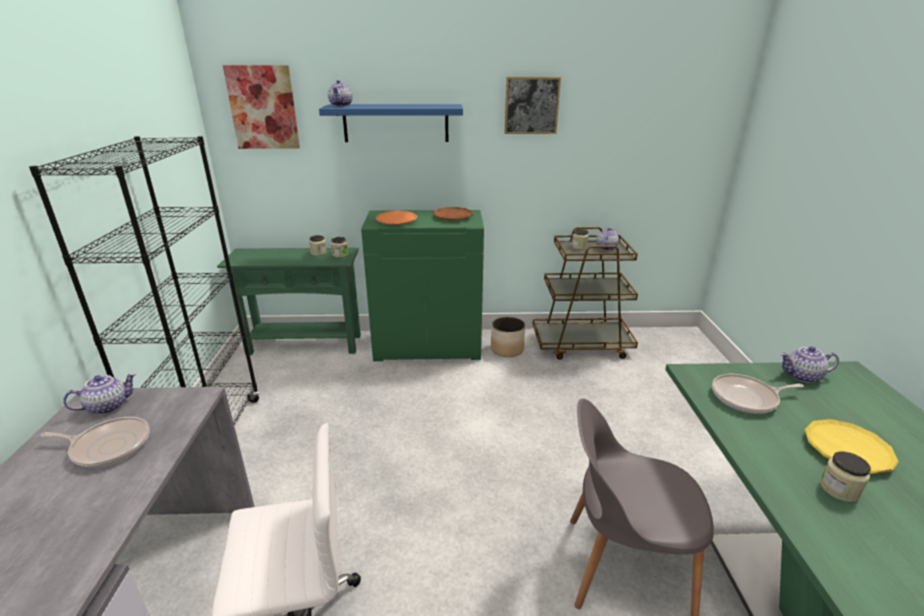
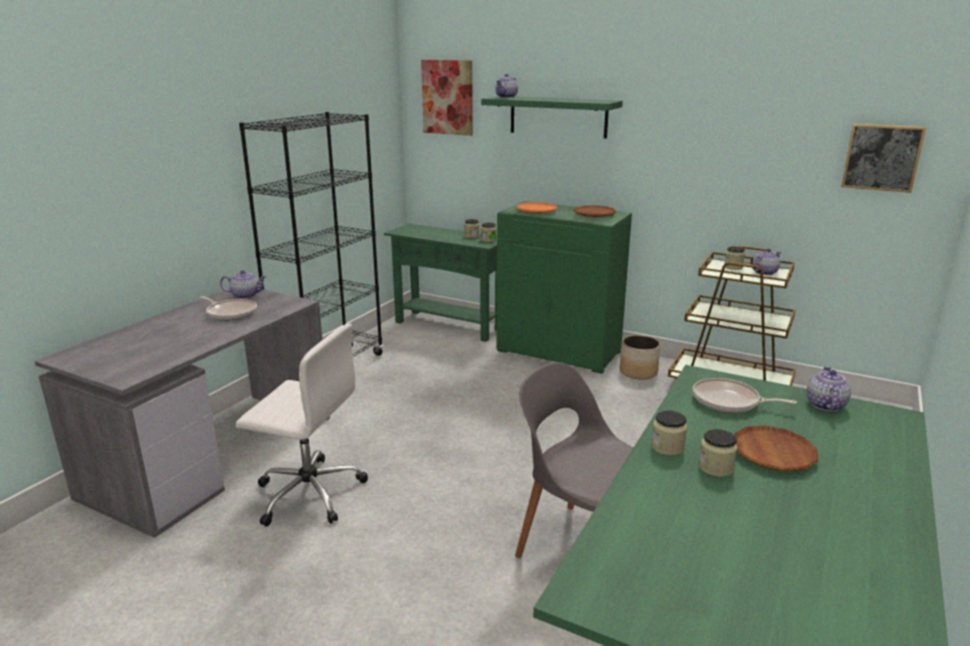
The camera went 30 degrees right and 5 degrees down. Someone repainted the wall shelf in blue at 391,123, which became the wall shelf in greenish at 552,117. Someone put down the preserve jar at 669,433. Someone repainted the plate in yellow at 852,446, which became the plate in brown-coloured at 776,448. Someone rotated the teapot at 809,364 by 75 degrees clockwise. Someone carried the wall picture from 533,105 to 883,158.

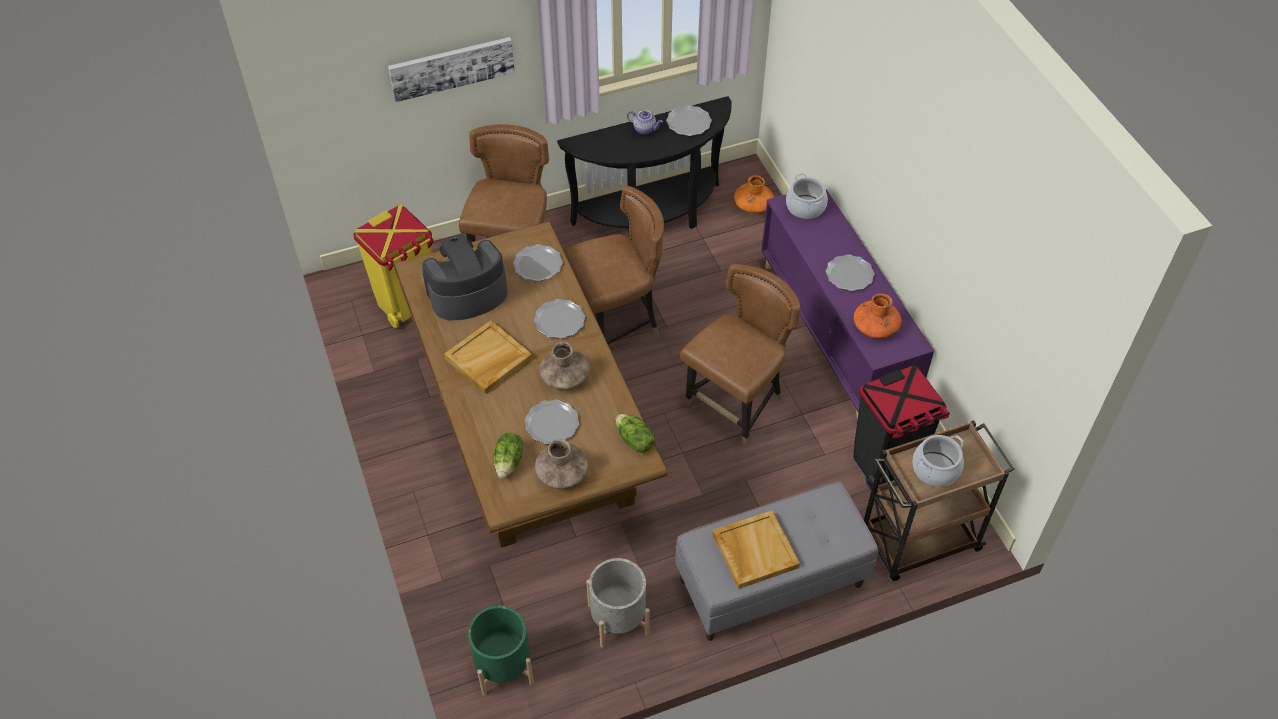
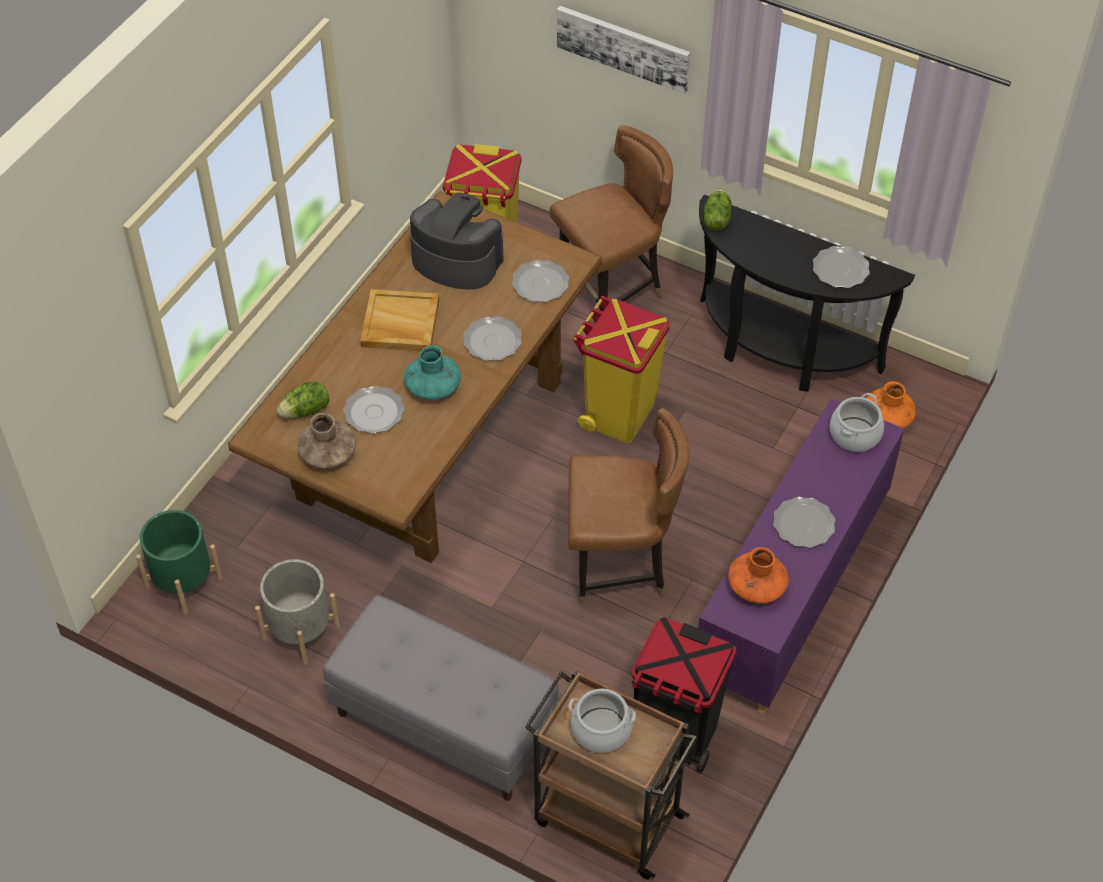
The camera went 50 degrees right and 0 degrees up. Someone repainted the vase in brown-coloured at 565,366, which became the vase in blue-green at 432,372. Someone swapped the plain chair in brown-coloured at 613,265 for the trash can in yellow at 621,369. Someone carried the lettuce from 635,433 to 718,210. Someone took away the teapot at 645,122. Someone took away the serving tray in beige-coloured at 756,549.

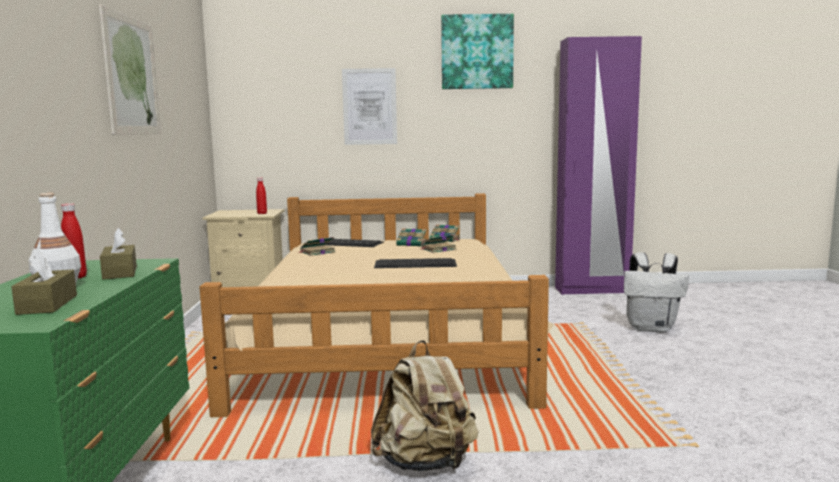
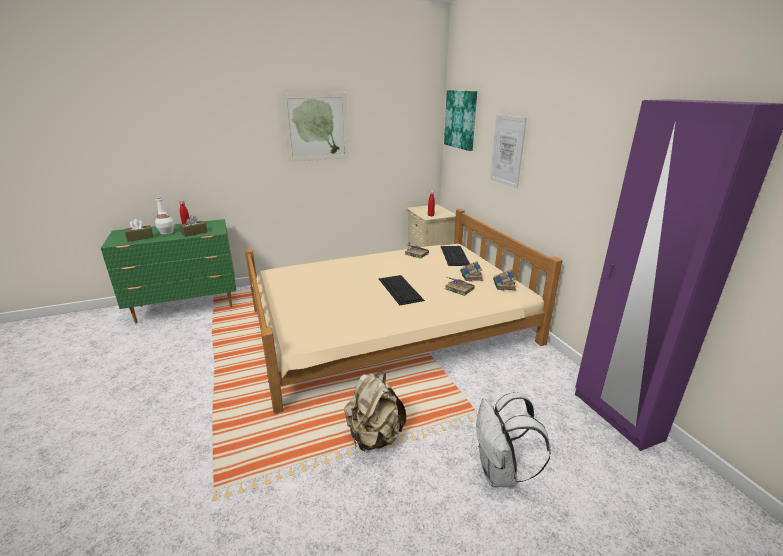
The camera went 70 degrees right and 15 degrees up. Someone carried the backpack in beige-coloured from 425,405 to 375,411. Someone carried the wall picture from 477,51 to 460,120.

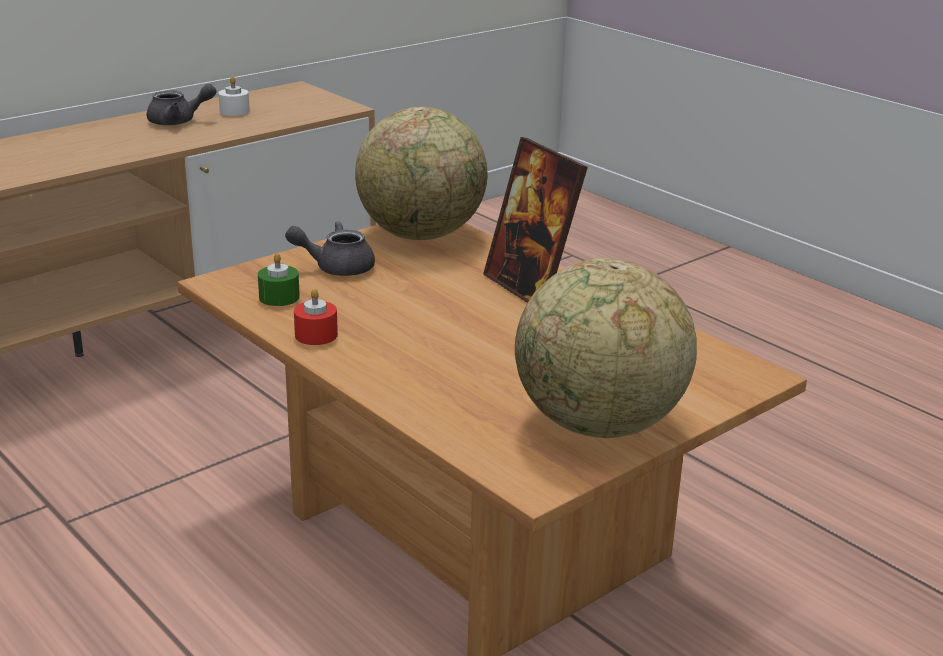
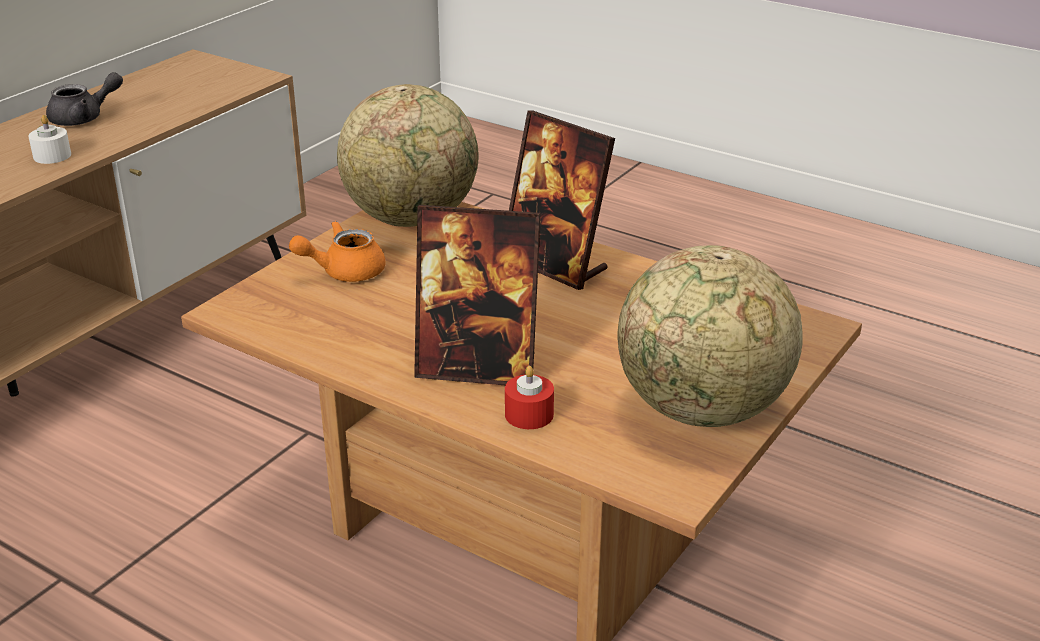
The camera went 15 degrees left and 5 degrees up. Someone carried the wax candle in whitish from 234,96 to 49,139. Someone repainted the teapot in gray at 330,248, which became the teapot in orangey at 337,251. Someone put down the standing frame at 477,295. Someone carried the wax candle in red-coloured from 316,317 to 529,397. Someone took away the wax candle in greenish at 279,279.

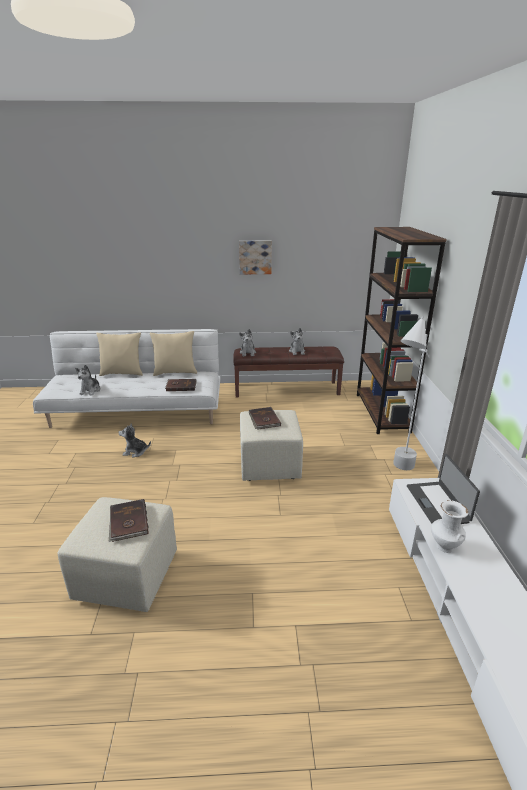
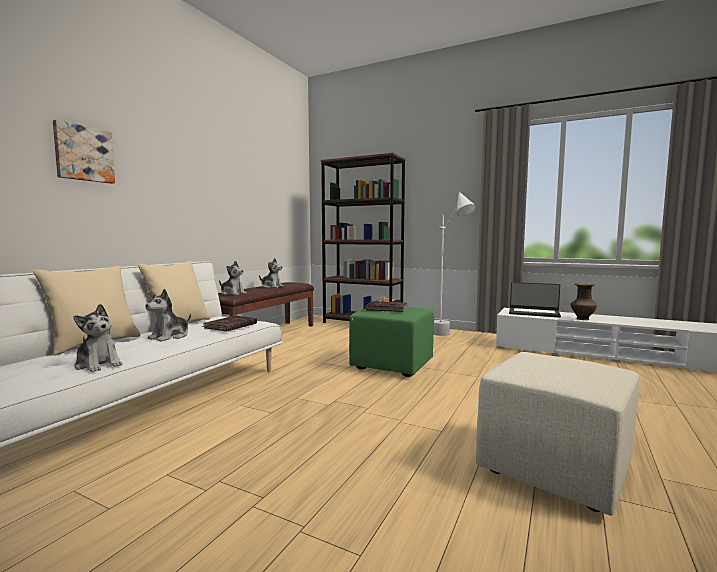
The camera went 60 degrees left and 20 degrees down. Someone carried the wall picture from 255,257 to 84,152. Someone carried the cuddly toy from 135,440 to 168,315. Someone repainted the footrest in beige-coloured at 271,445, which became the footrest in greenish at 391,342. Someone repainted the vase in whitish at 449,526, which became the vase in brown-coloured at 584,302. Someone took away the book in brown-coloured at 129,520.

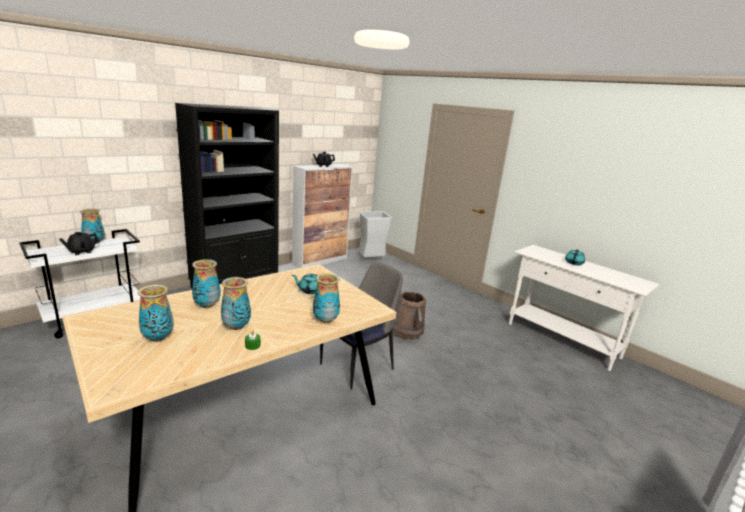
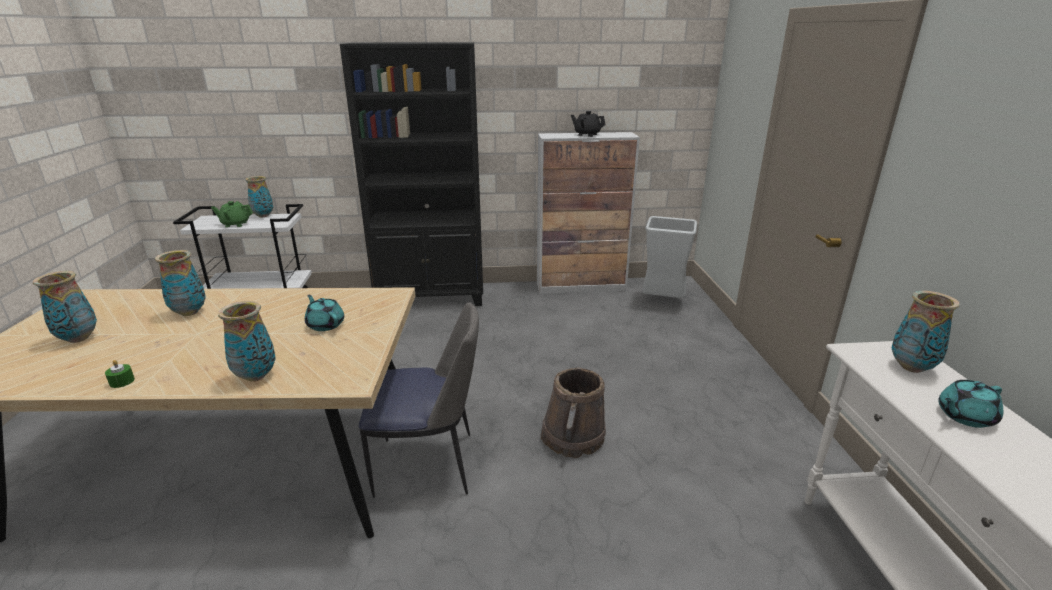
The camera went 40 degrees right and 5 degrees up. Someone repainted the teapot in black-coloured at 79,243, which became the teapot in greenish at 232,214. Someone carried the vase from 236,303 to 925,332.

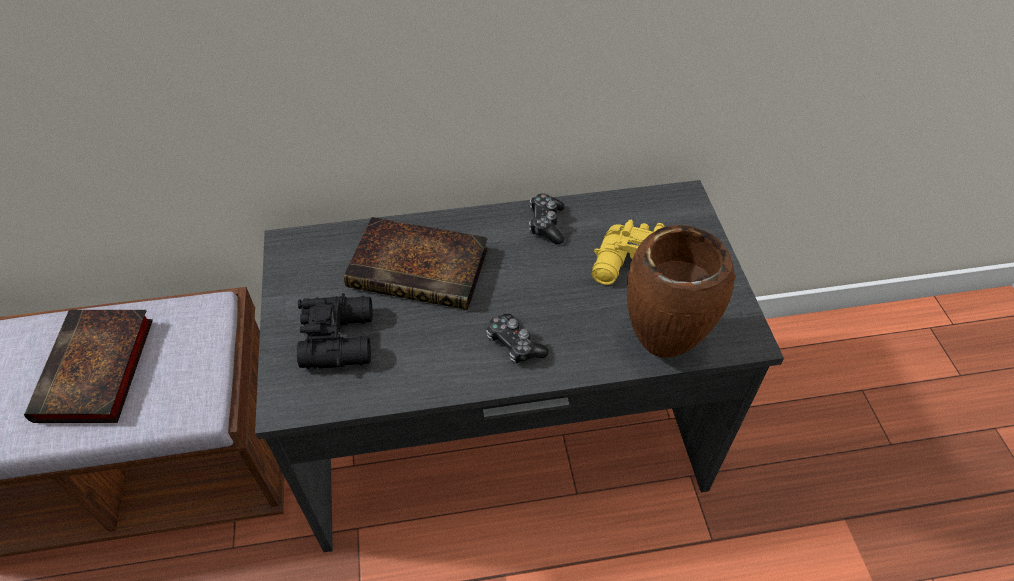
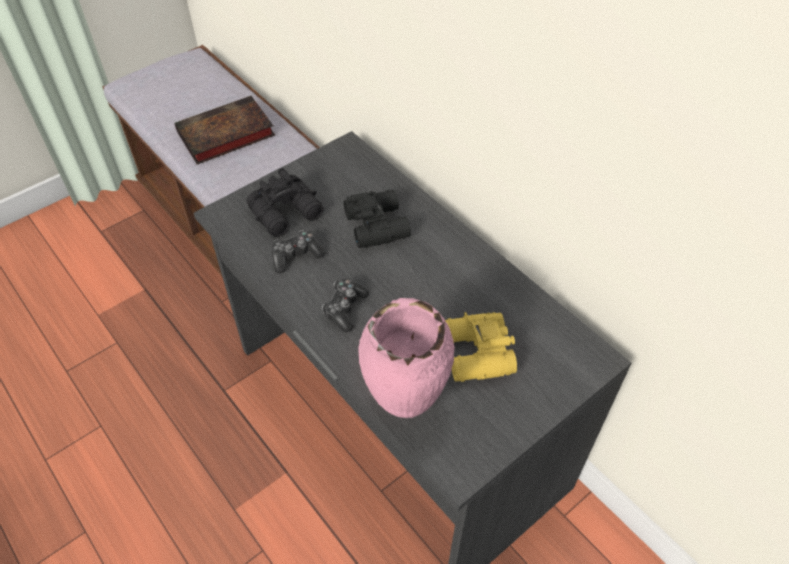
The camera went 60 degrees right and 0 degrees up. Someone carried the game controller from 546,218 to 298,251. Someone swapped the book at 416,263 for the field glasses in black-coloured at 377,219. Someone repainted the vase in brown-coloured at 681,291, which became the vase in pink at 407,358.

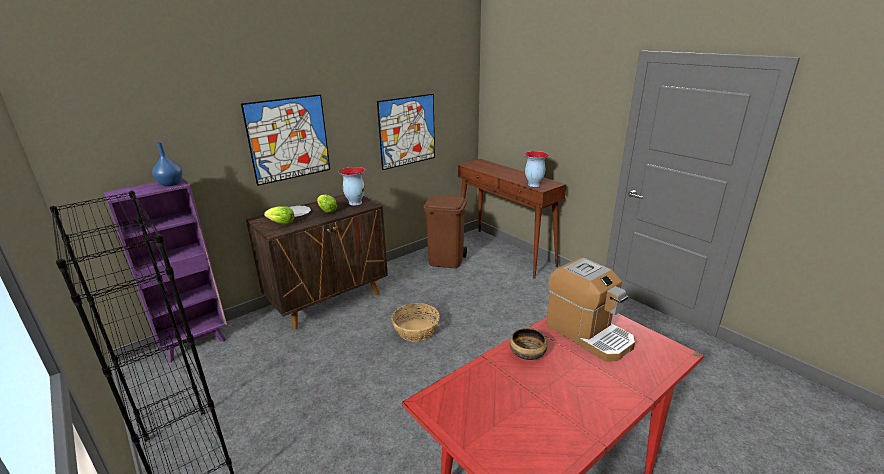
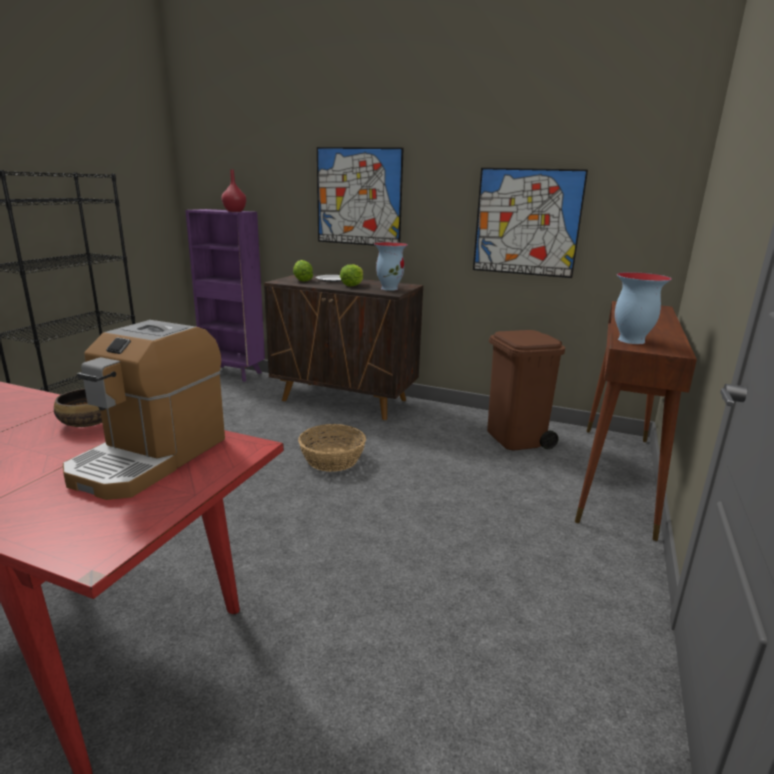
The camera went 60 degrees right and 5 degrees down. Someone repainted the vase in blue at 167,164, which became the vase in red-coloured at 233,191.

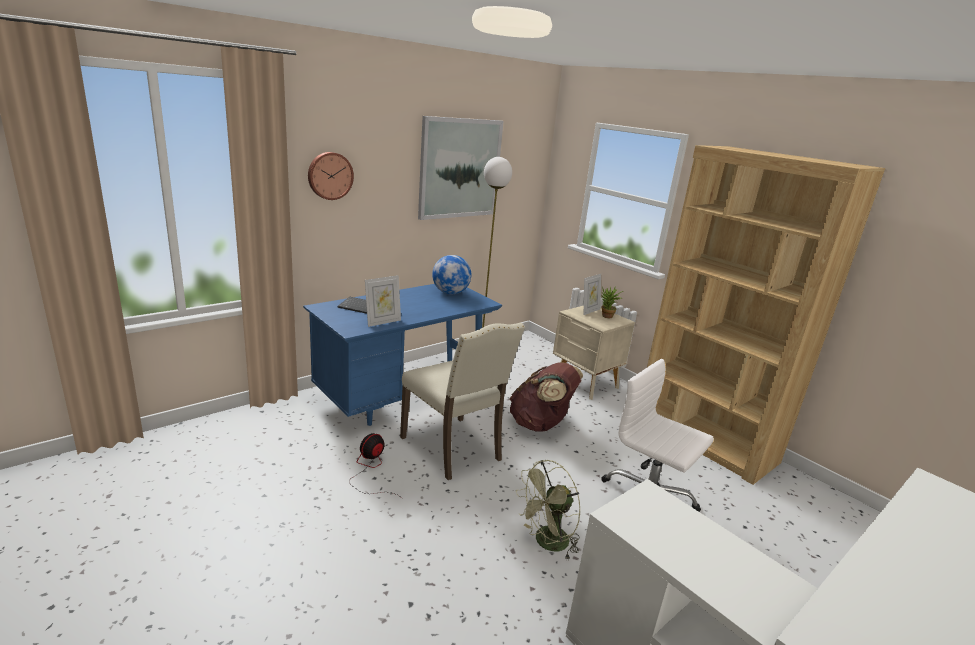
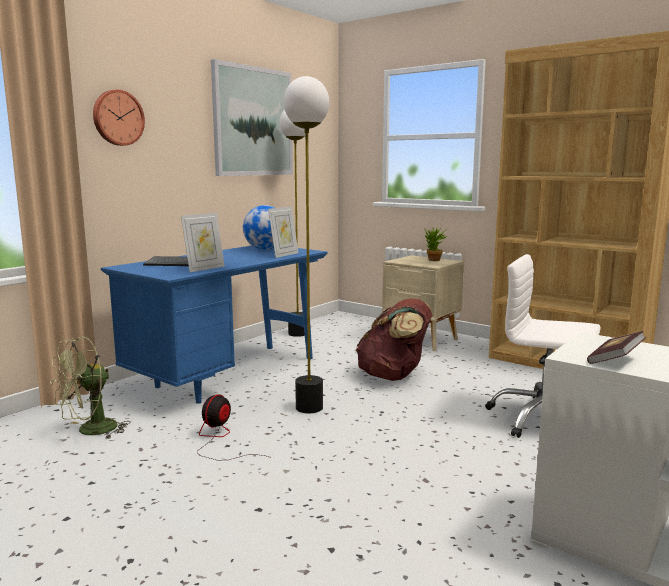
The camera went 10 degrees left and 10 degrees down. Someone carried the fan in greenish from 548,509 to 90,388. Someone carried the standing frame from 592,294 to 283,232. Someone swapped the plain chair in beige-coloured at 462,401 for the standard lamp at 306,244. Someone put down the book at 616,347.

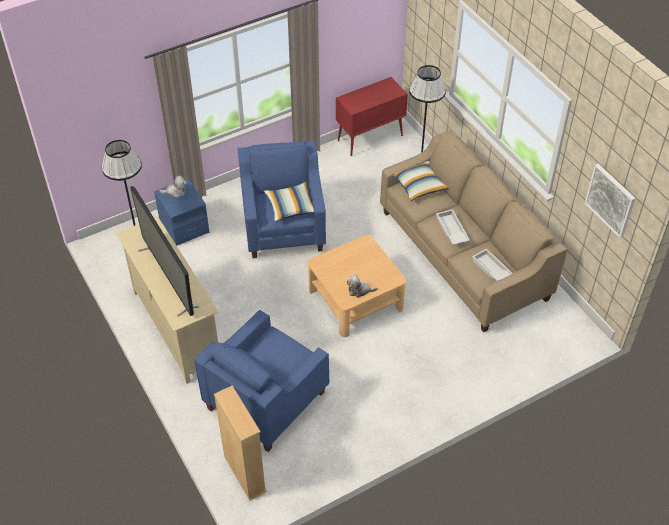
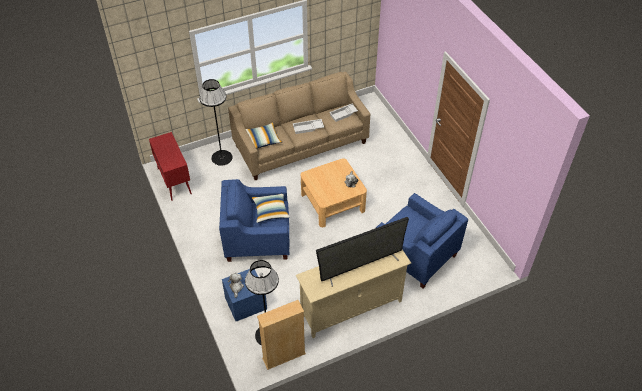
The camera went 85 degrees left and 0 degrees up. Someone carried the bookshelf in beige-coloured from 240,443 to 281,335. Someone took away the wall picture at 610,201.

